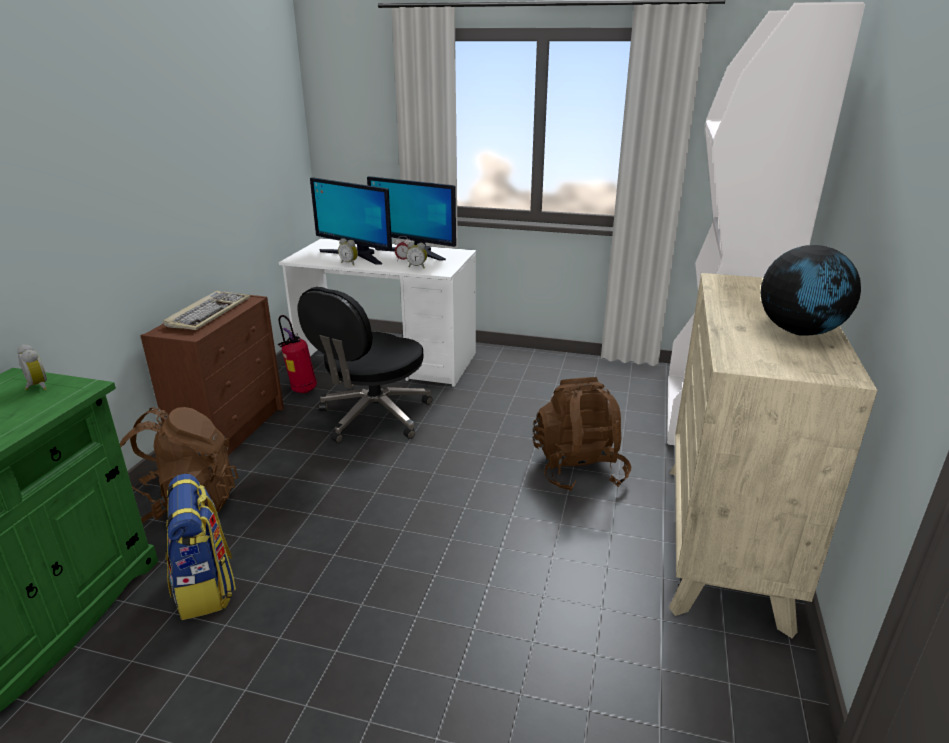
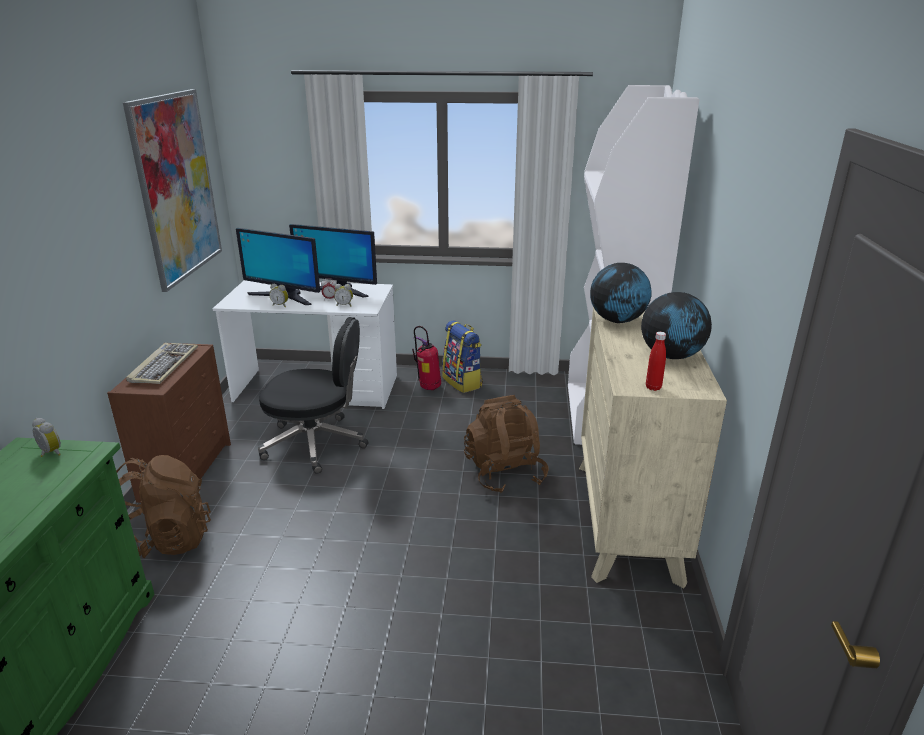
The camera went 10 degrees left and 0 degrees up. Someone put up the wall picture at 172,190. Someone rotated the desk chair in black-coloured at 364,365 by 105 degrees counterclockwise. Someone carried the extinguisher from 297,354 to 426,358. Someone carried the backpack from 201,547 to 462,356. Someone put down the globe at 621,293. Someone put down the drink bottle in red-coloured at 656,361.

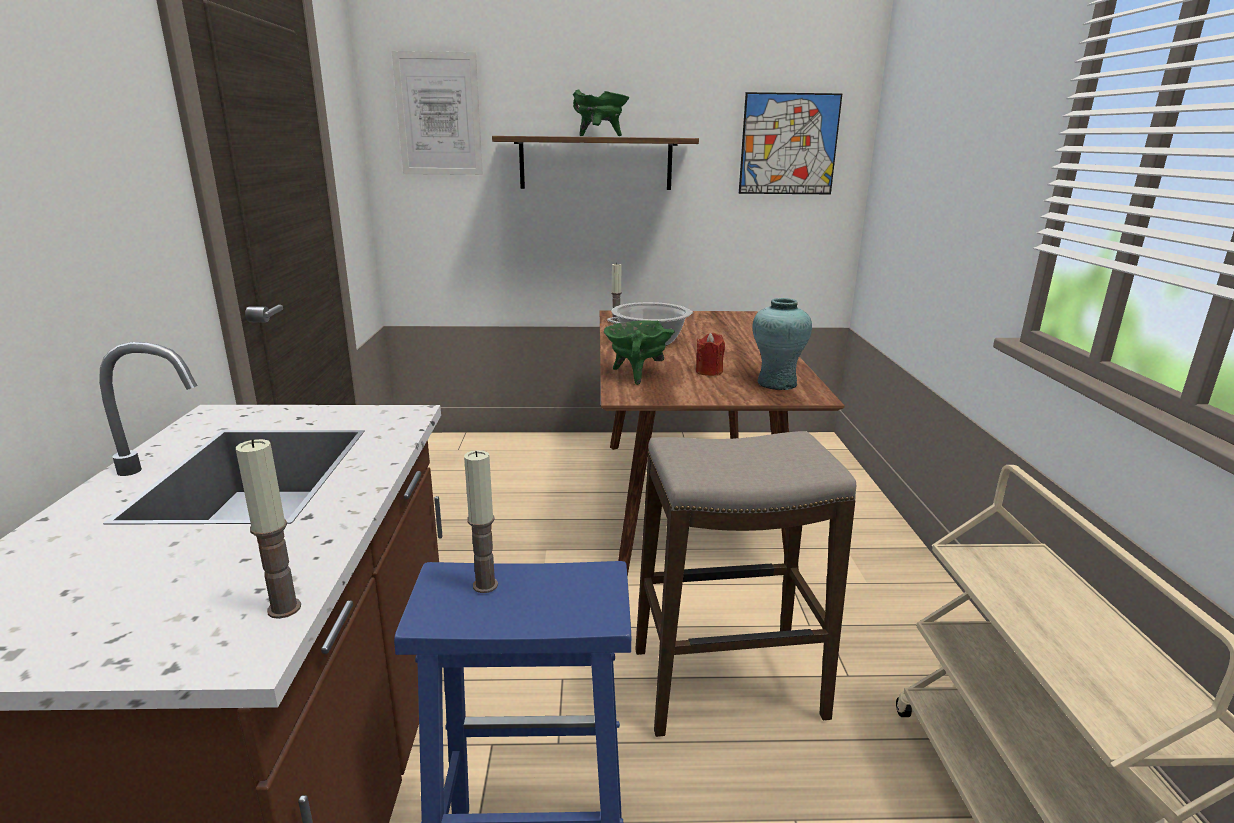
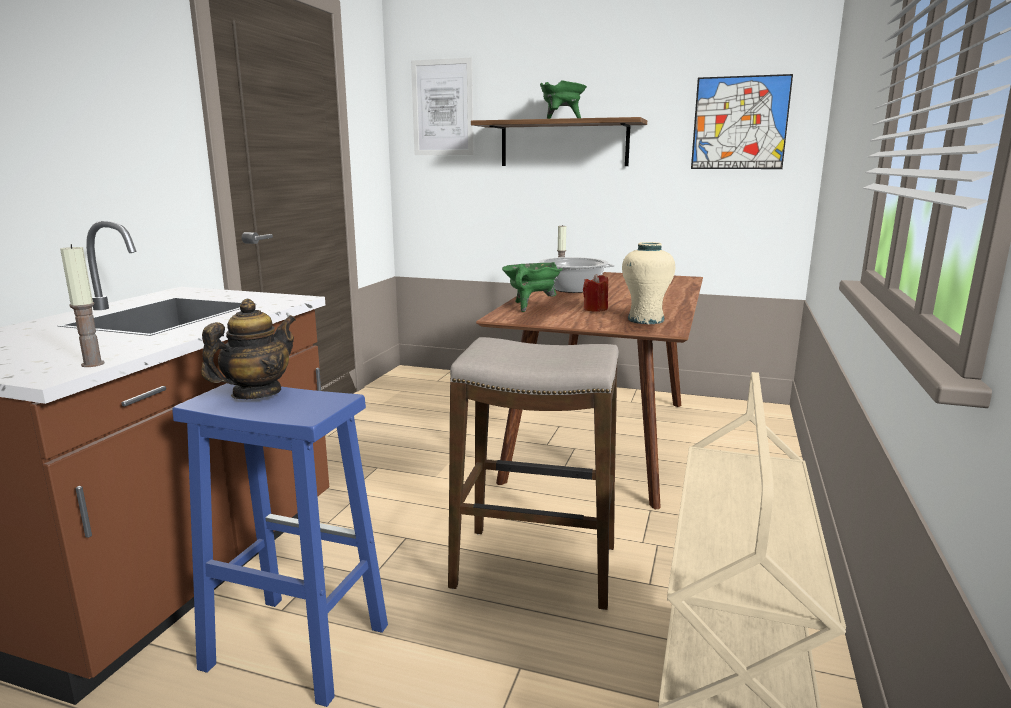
The camera went 20 degrees right and 5 degrees down. Someone swapped the wax candle at 481,521 for the teapot at 248,349. Someone repainted the vase in blue-green at 782,344, which became the vase in beige-coloured at 648,283.

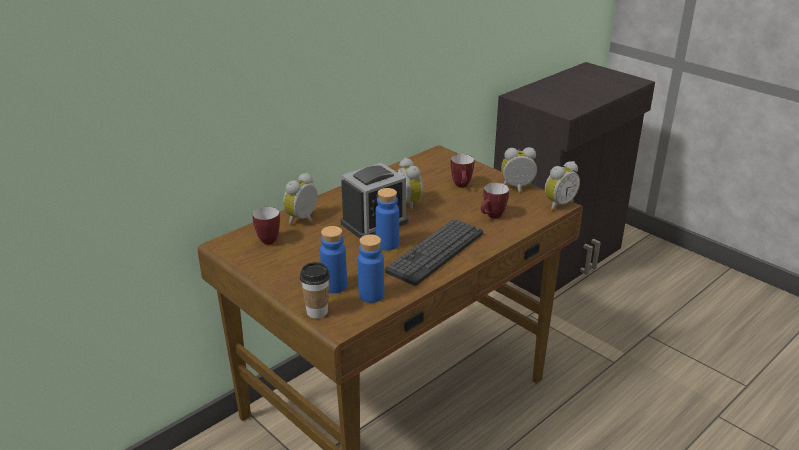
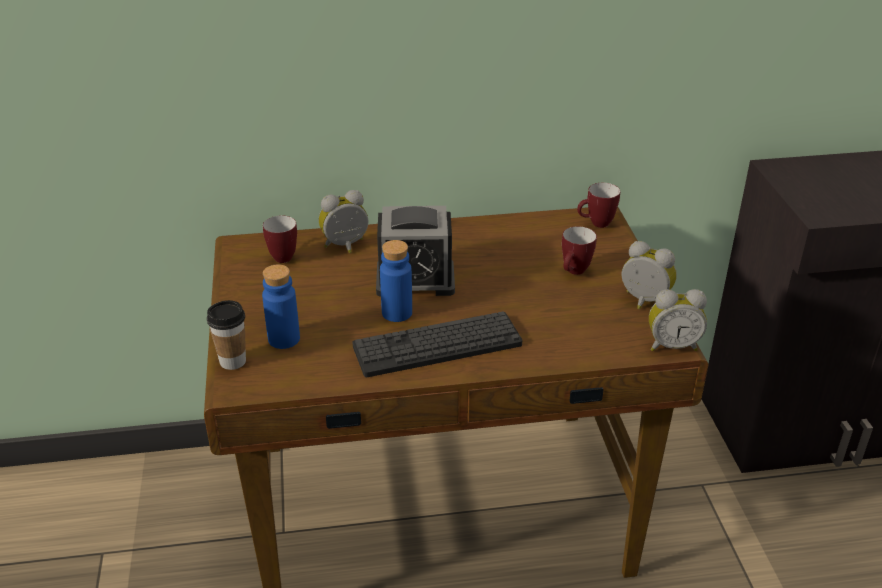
The camera went 35 degrees right and 5 degrees up. Someone carried the coffee mug from 495,201 to 598,205. Someone took away the drink bottle in blue at 371,268. Someone took away the table clock at 410,184.

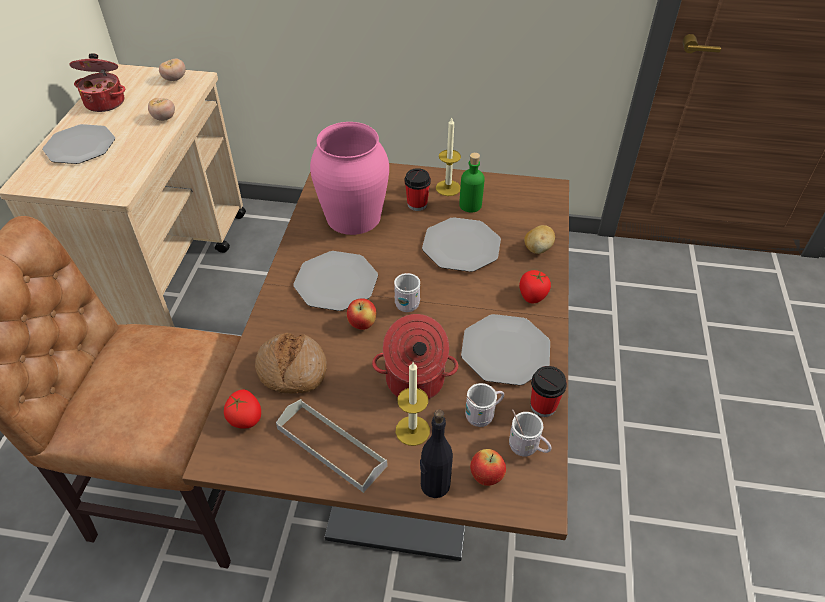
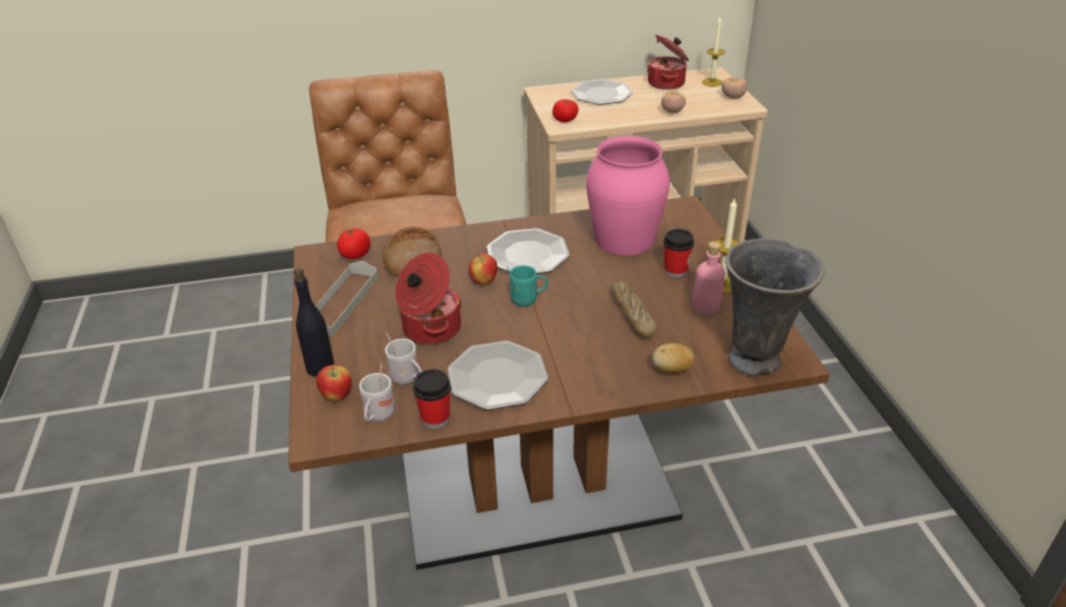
The camera went 70 degrees right and 10 degrees down. Someone repainted the coffee mug in whitish at 407,292, which became the coffee mug in blue-green at 527,286. Someone carried the fresh tomato from 535,287 to 565,110. Someone swapped the plate at 461,244 for the bakery bread at 634,309. Someone repainted the drink bottle in greenish at 472,183, which became the drink bottle in pink at 708,277. Someone carried the wax candle from 413,404 to 713,52. Someone put down the vase in gray at 774,307.

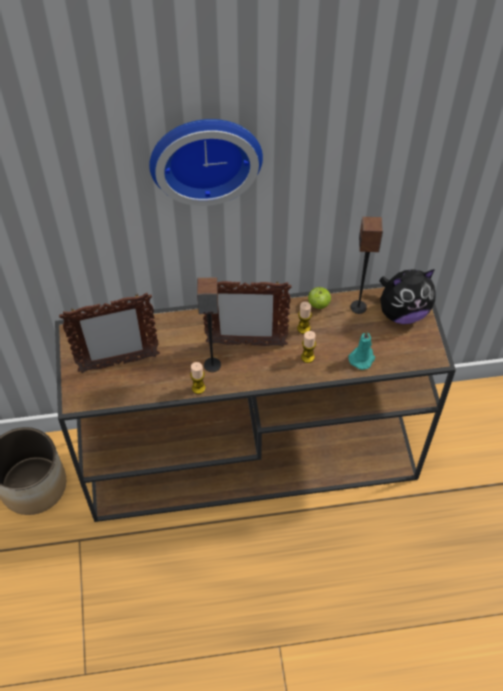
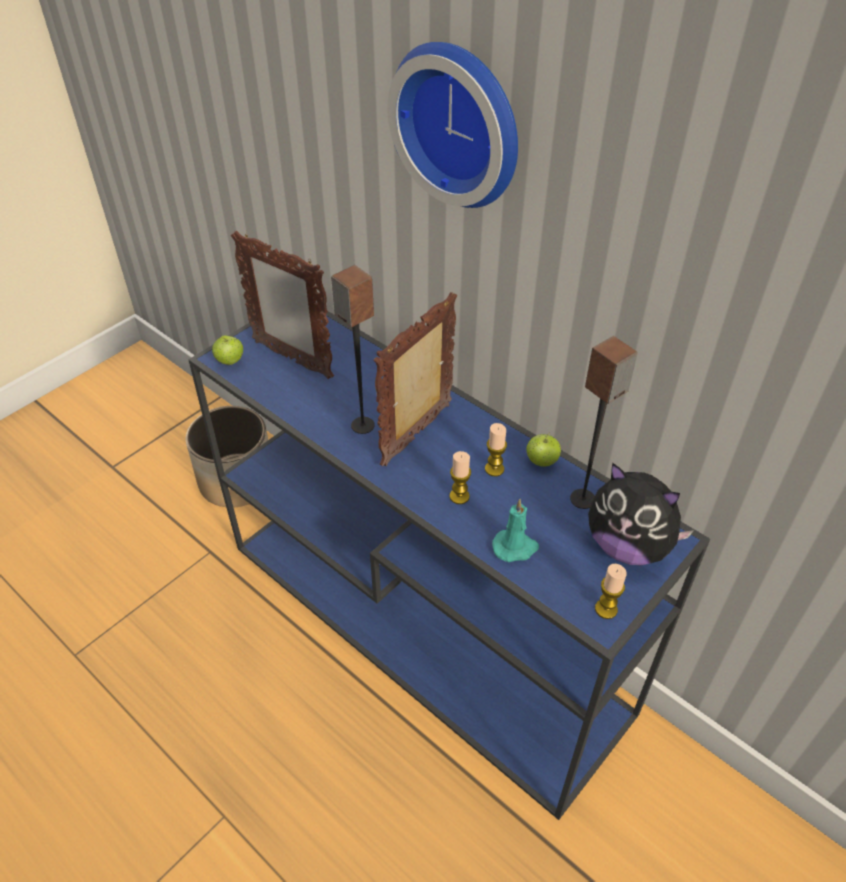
The camera went 50 degrees right and 10 degrees down. Someone repainted the console table in brown-coloured at 255,402, which became the console table in blue at 449,565. Someone put down the whole apple at 228,350. Someone rotated the standing frame at 247,313 by 75 degrees clockwise. Someone carried the wax candle from 198,378 to 611,591.

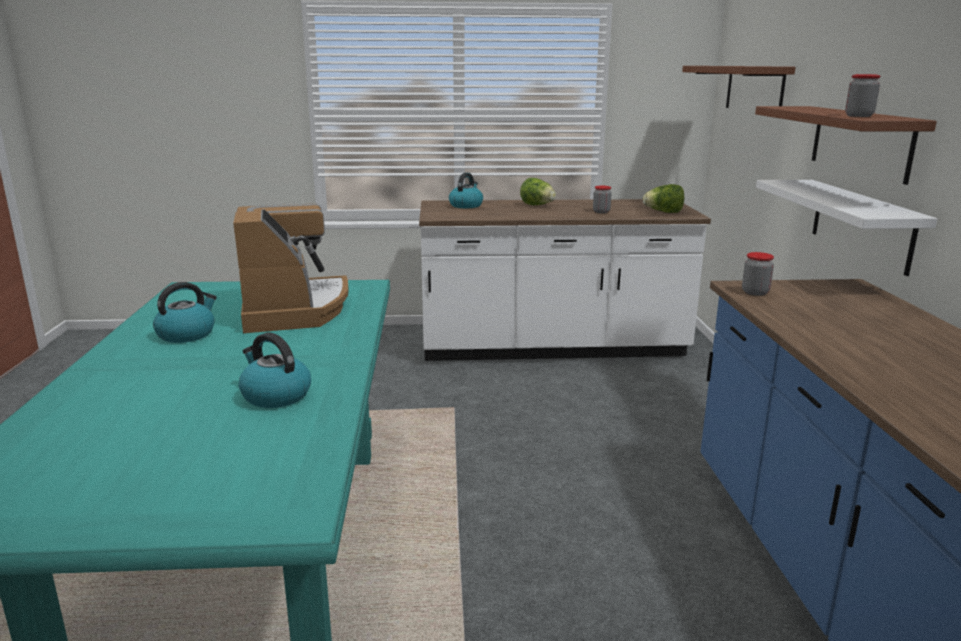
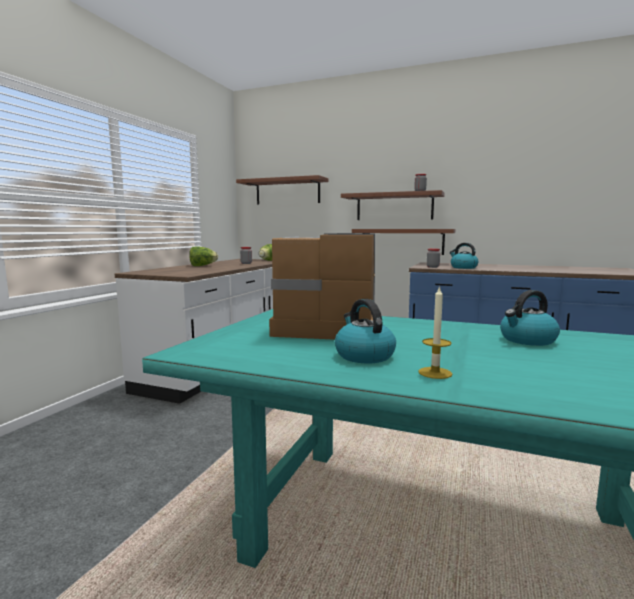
The camera went 65 degrees left and 10 degrees down. Someone repainted the wall shelf in whitish at 846,228, which became the wall shelf in brown-coloured at 404,242. Someone put down the wax candle at 435,332. Someone carried the tea kettle from 466,190 to 464,256.

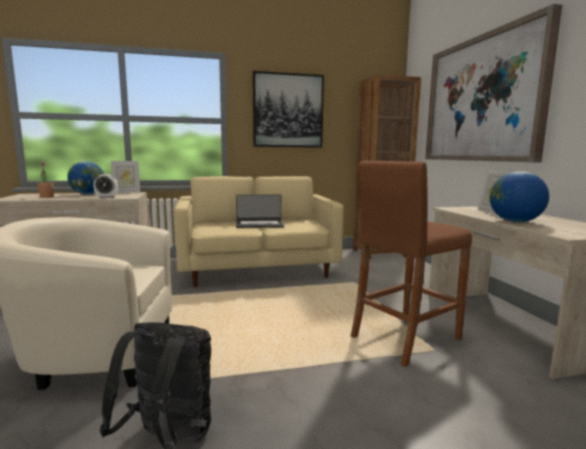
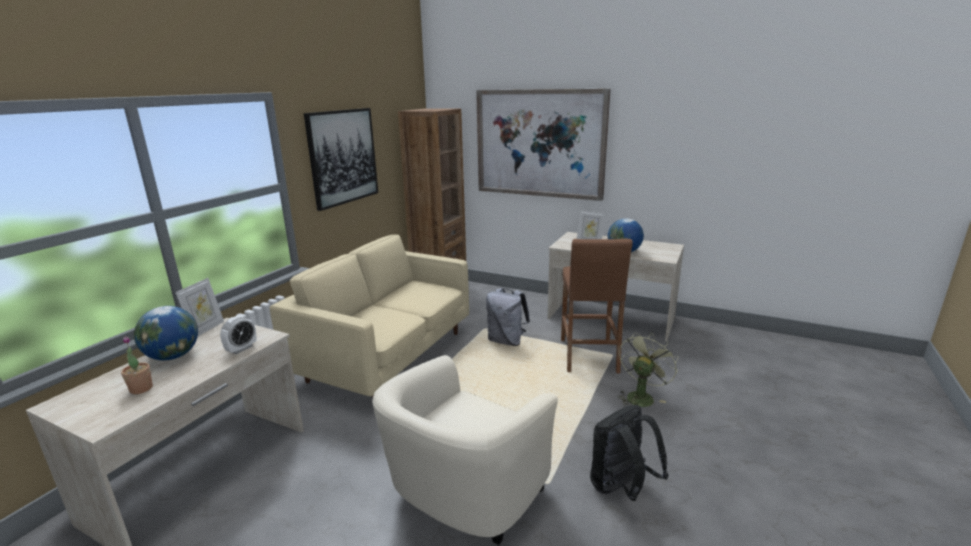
The camera went 50 degrees left and 10 degrees up. Someone put down the backpack in gray at 508,317. Someone put down the fan in greenish at 648,370. Someone took away the portable computer at 260,211.

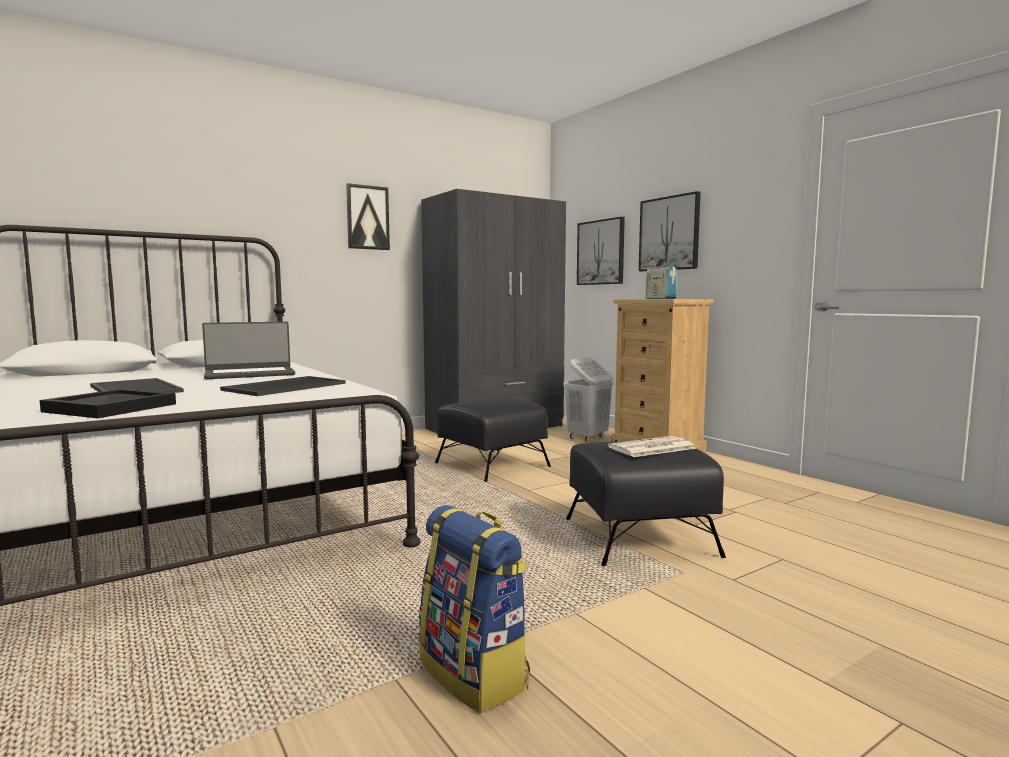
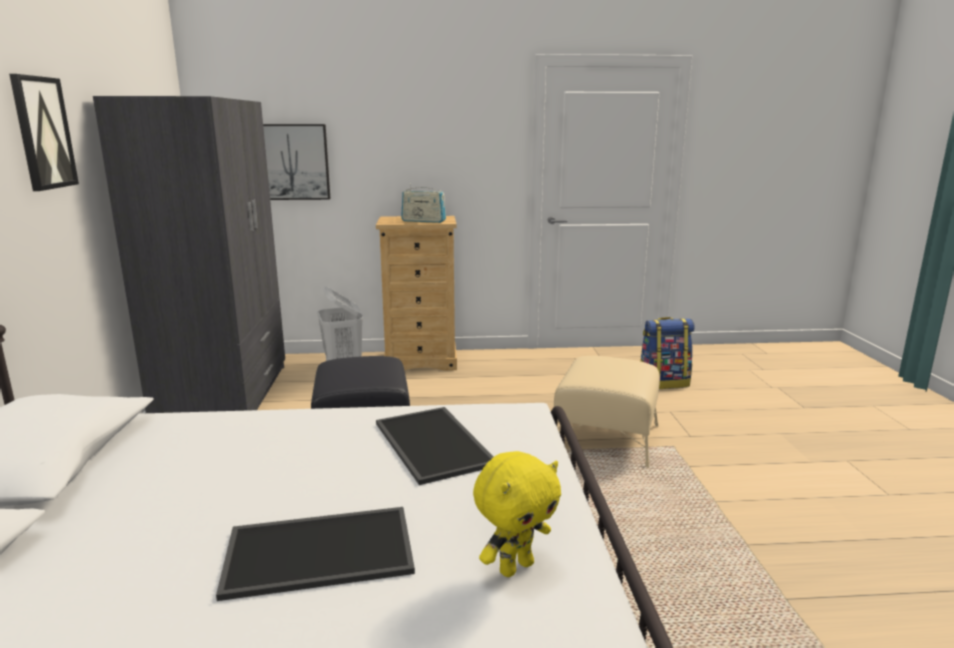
The camera went 60 degrees left and 10 degrees up. Someone swapped the serving tray in black-coloured at 108,403 for the cuddly toy in yellow at 517,514. Someone repainted the footrest in black-coloured at 646,503, which became the footrest in beige-coloured at 607,412. Someone carried the backpack from 474,609 to 667,353. Someone took away the portable computer at 248,350. Someone took away the printed paper at 652,446. Someone took away the wall picture at 670,231.

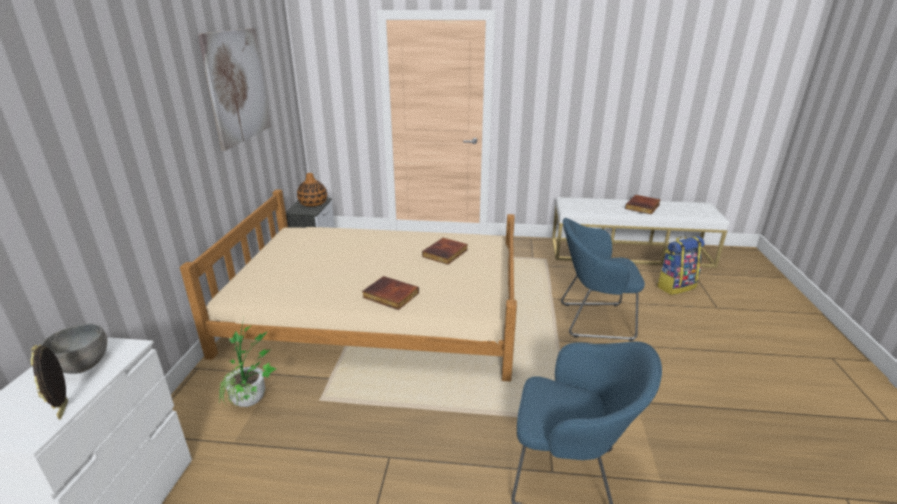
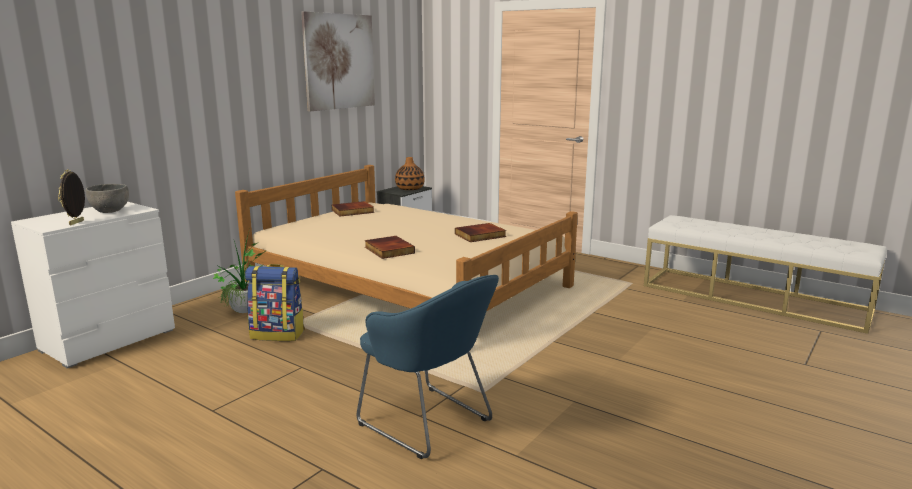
The camera went 30 degrees right and 10 degrees down. Someone carried the backpack from 681,265 to 275,302. Someone carried the book from 643,204 to 353,209. Someone took away the lounge chair in blue at 603,279.

